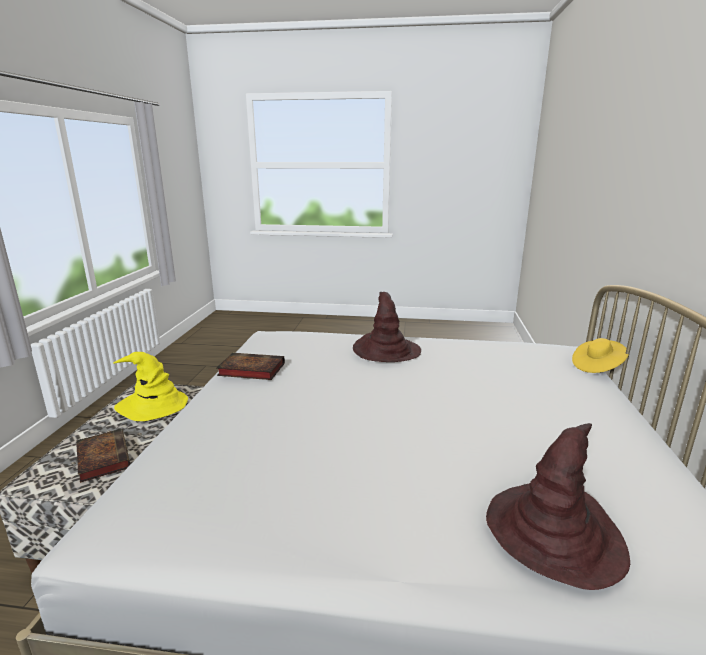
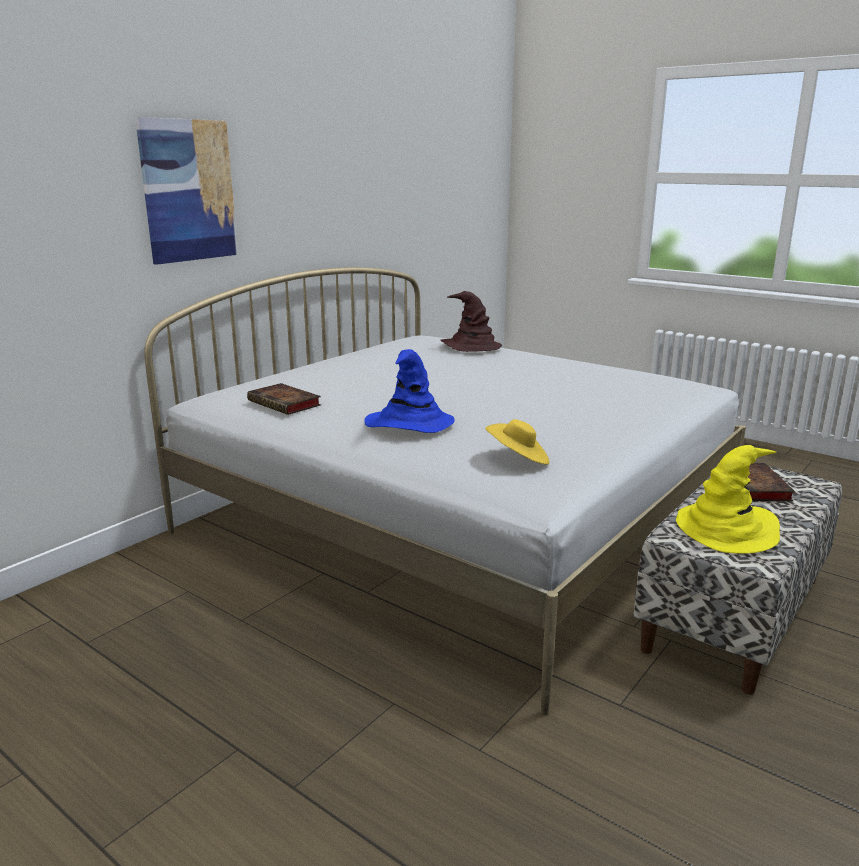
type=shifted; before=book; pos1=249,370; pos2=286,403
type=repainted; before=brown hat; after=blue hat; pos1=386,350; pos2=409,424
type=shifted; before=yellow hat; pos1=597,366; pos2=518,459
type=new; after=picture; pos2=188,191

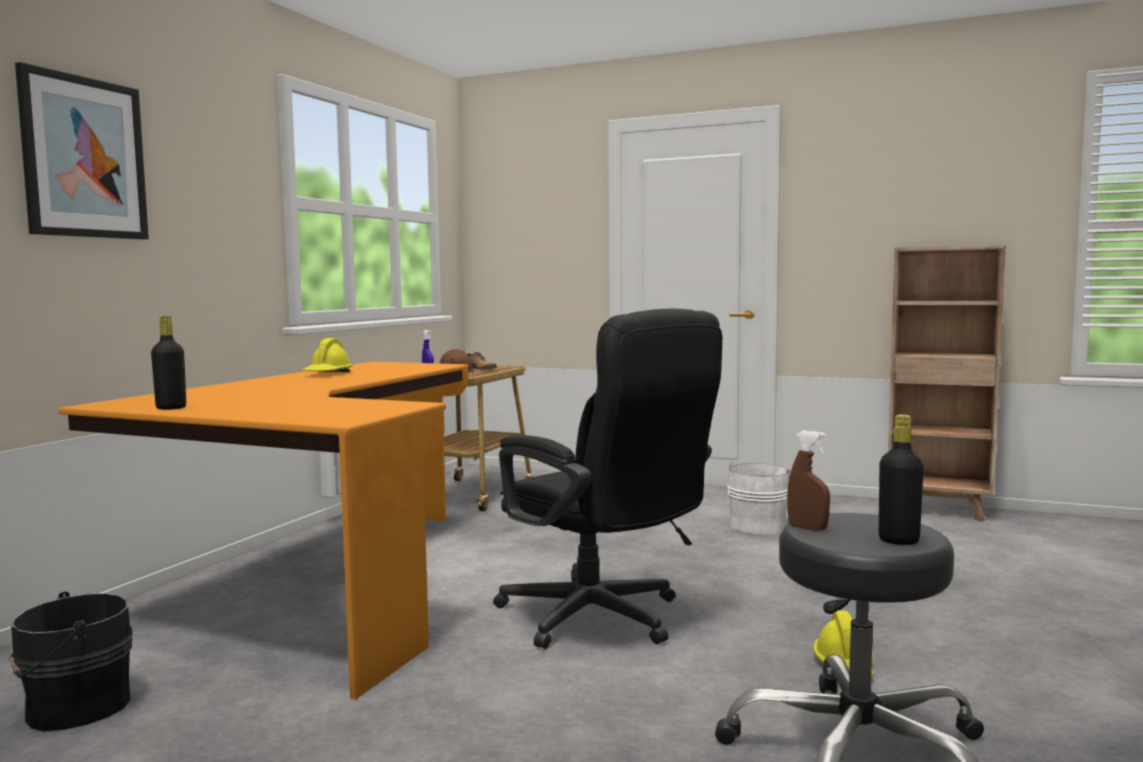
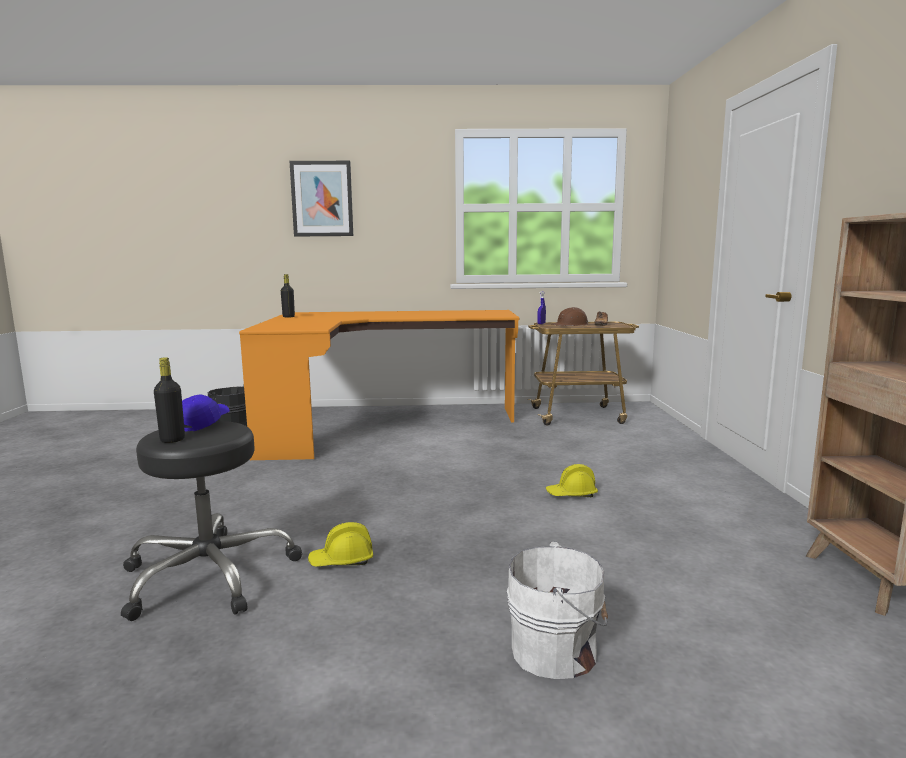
type=shifted; before=yellow hard hat; pos1=328,374; pos2=571,494
type=gone; before=black office chair; pos1=603,620
type=shifted; before=white bucket; pos1=759,525; pos2=558,651
type=swapped; before=brown spray bottle; after=blue cap; pos1=807,528; pos2=203,423

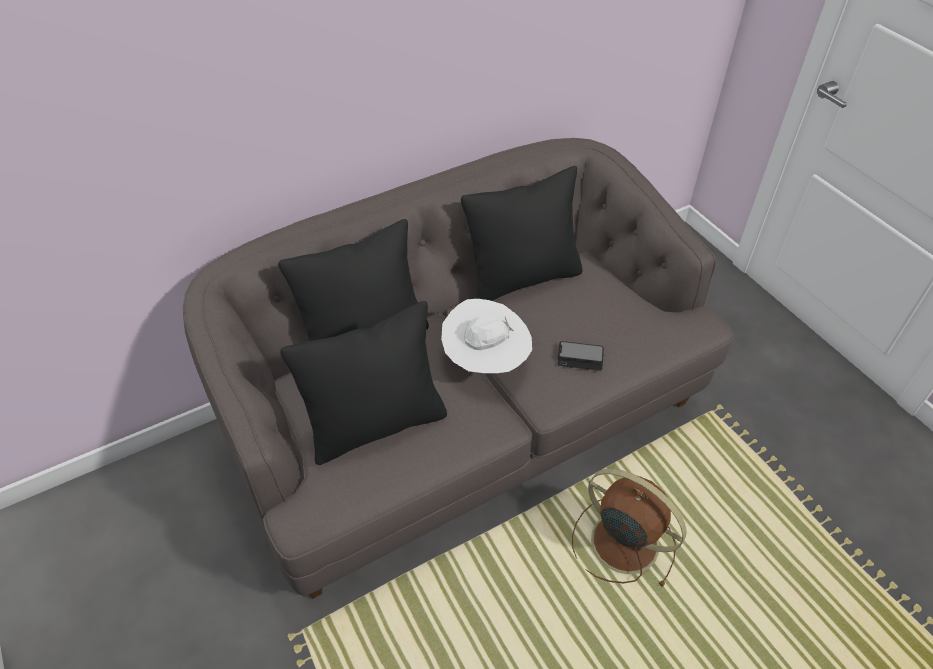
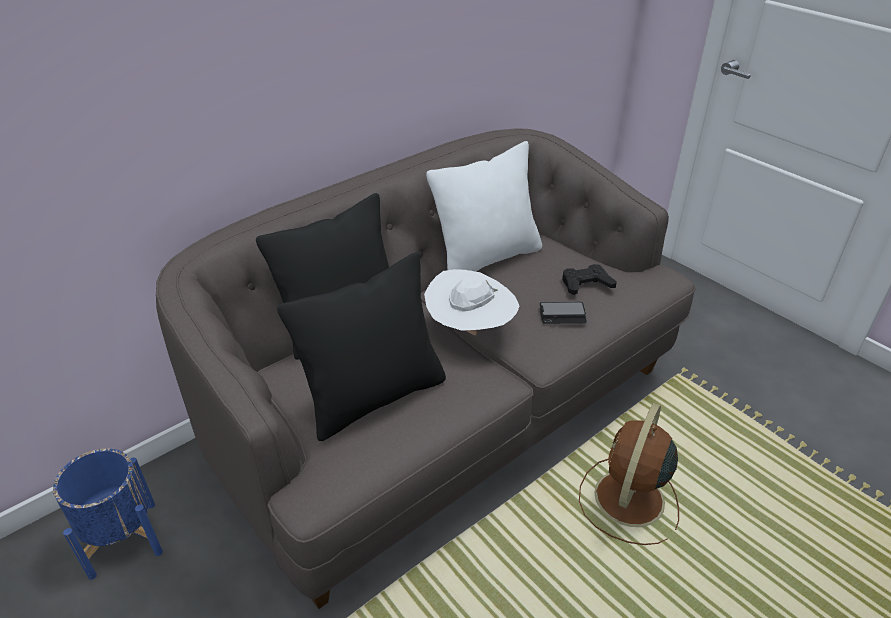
type=repainted; before=black pillow; after=white pillow; pos1=523,278; pos2=487,258
type=rotated; before=brown fan; pos1=621,540; pos2=628,500; turn=-90
type=new; after=blue planter; pos2=123,539
type=new; after=black game controller; pos2=586,284

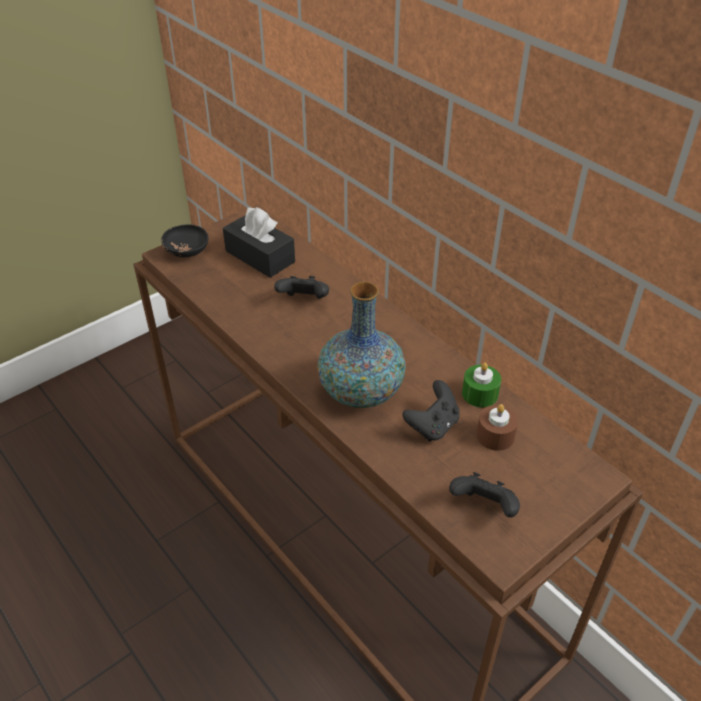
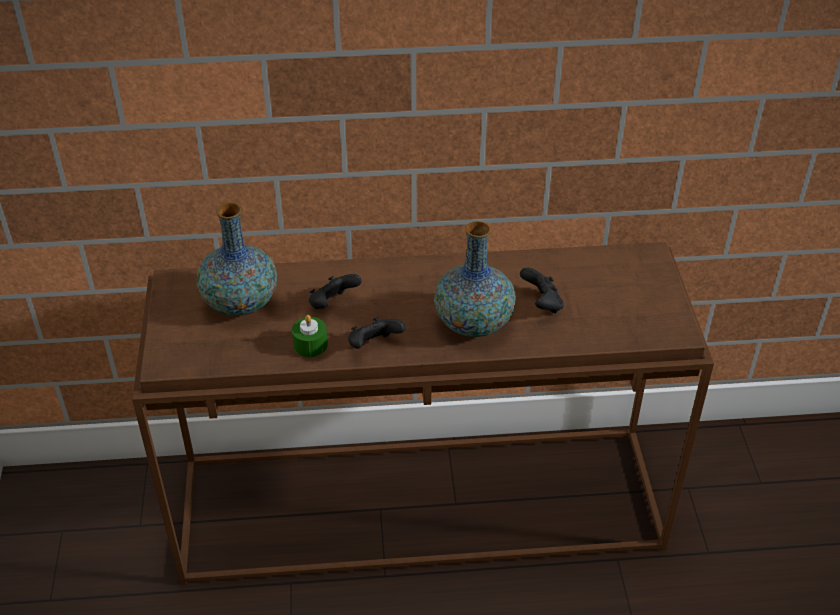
type=gone; before=black bowl; pos1=187,251
type=swapped; before=black tissue box; after=vase; pos1=260,256; pos2=240,303
type=shifted; before=black game controller; pos1=484,507; pos2=373,346
type=shifted; before=green candle; pos1=480,394; pos2=310,345
type=gone; before=brown candle; pos1=495,435

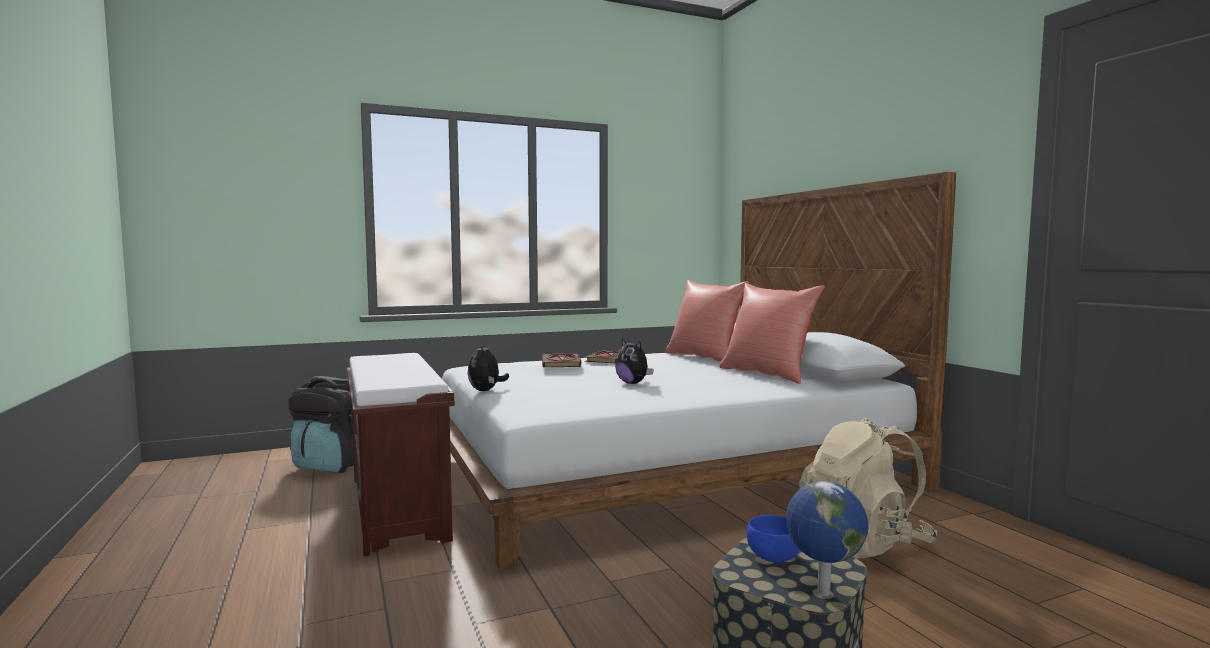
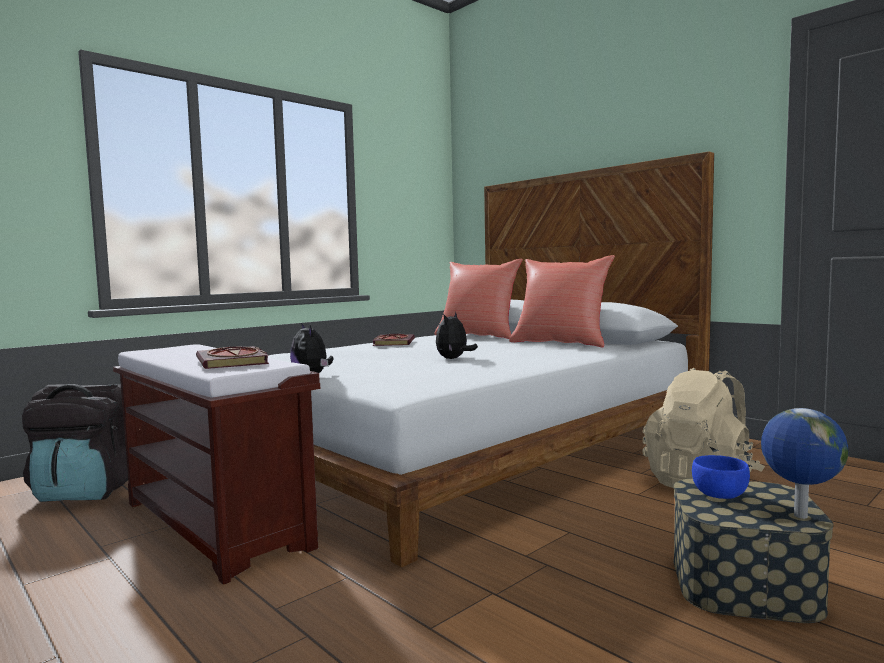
type=shifted; before=book; pos1=562,363; pos2=234,362
type=rotated; before=plush toy; pos1=633,383; pos2=453,359; turn=90

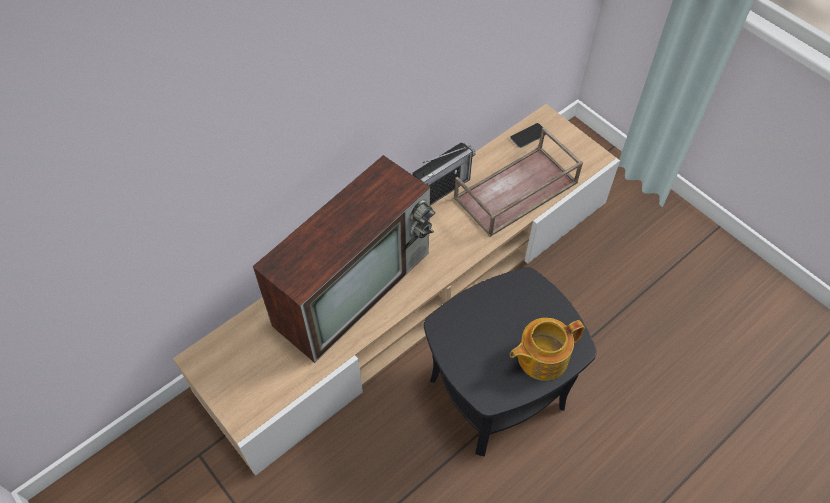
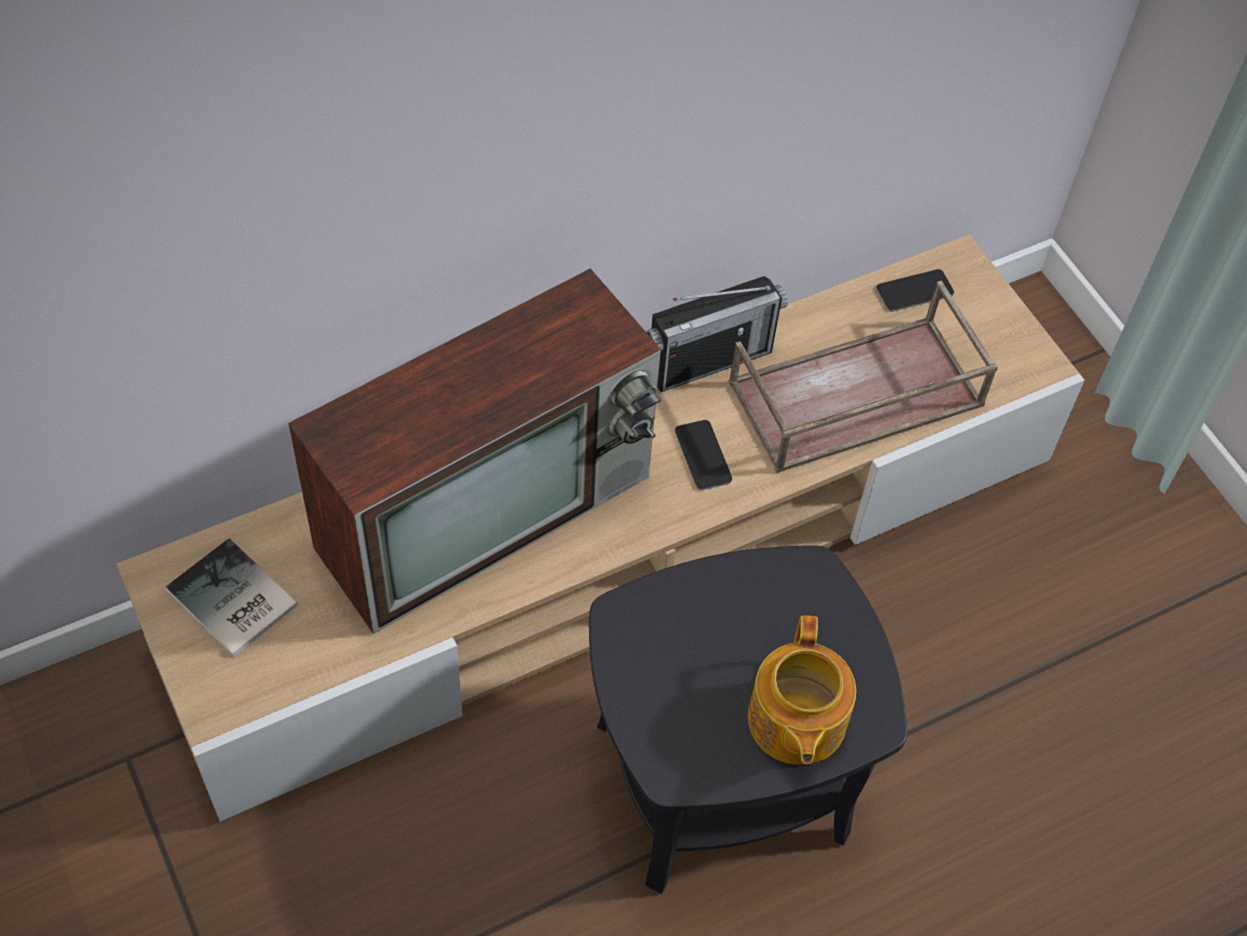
type=rotated; before=teapot; pos1=541,357; pos2=795,722; turn=-75
type=new; after=book; pos2=231,602
type=new; after=phone; pos2=703,455

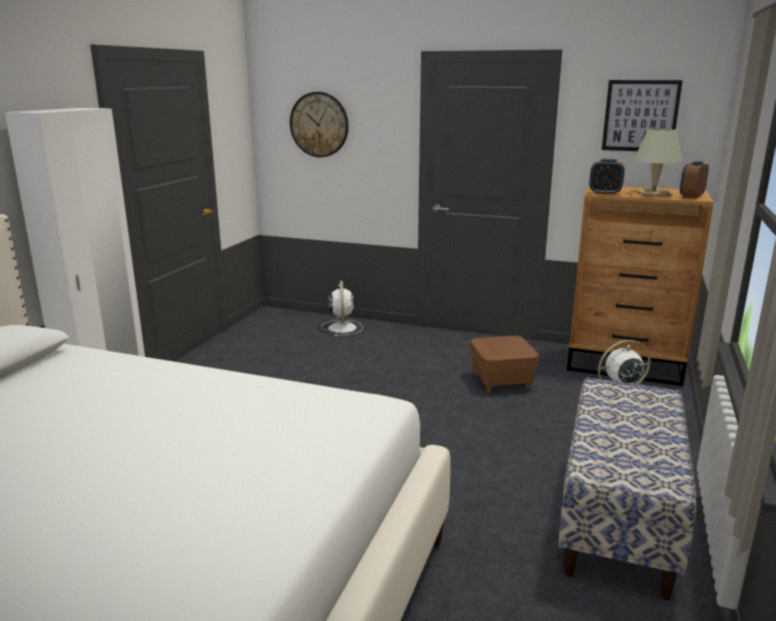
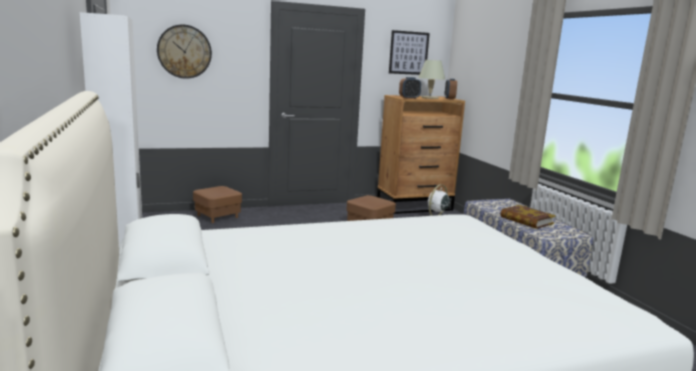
type=swapped; before=white fan; after=brown ottoman; pos1=342,327; pos2=217,216
type=new; after=book; pos2=526,220

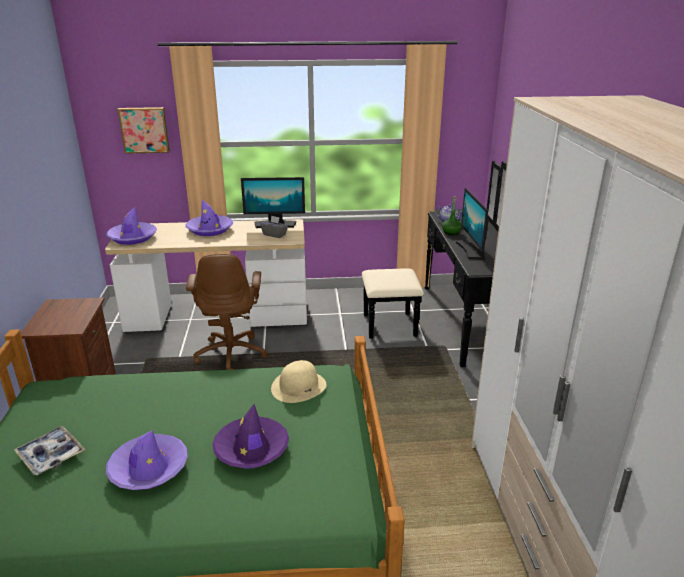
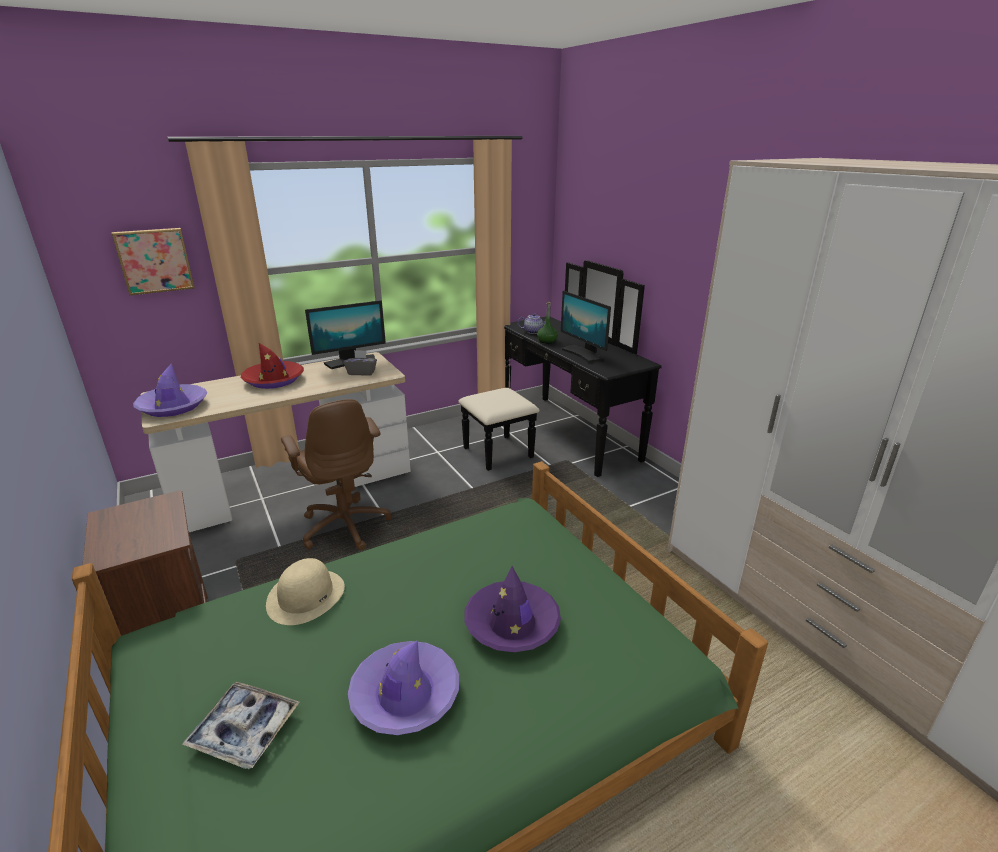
type=repainted; before=purple hat; after=red hat; pos1=210,230; pos2=274,380
type=shifted; before=beige hat; pos1=299,386; pos2=306,595

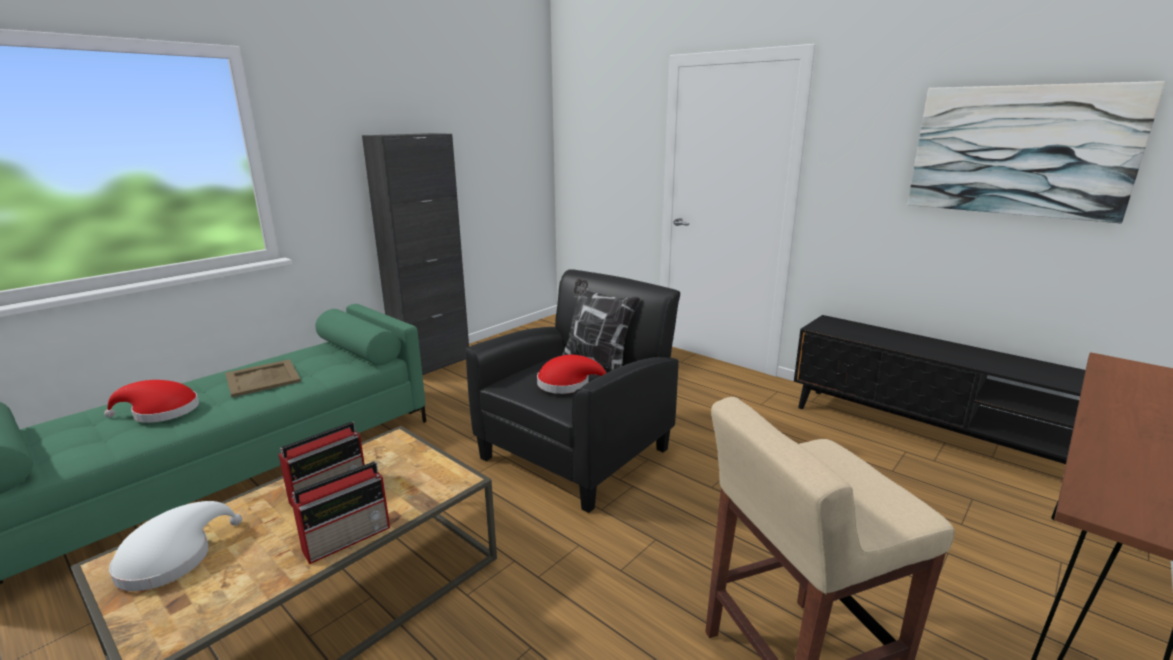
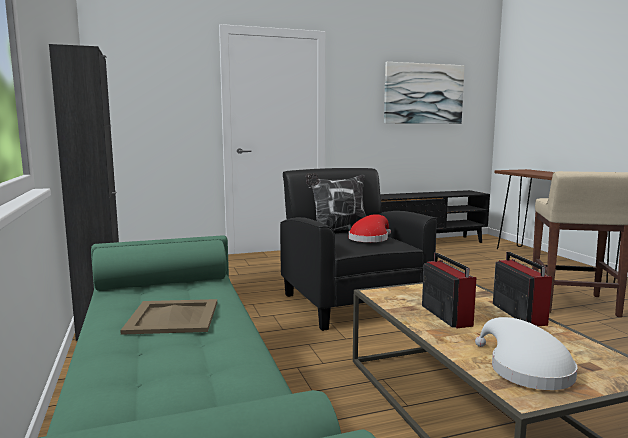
type=gone; before=red hat; pos1=161,412

